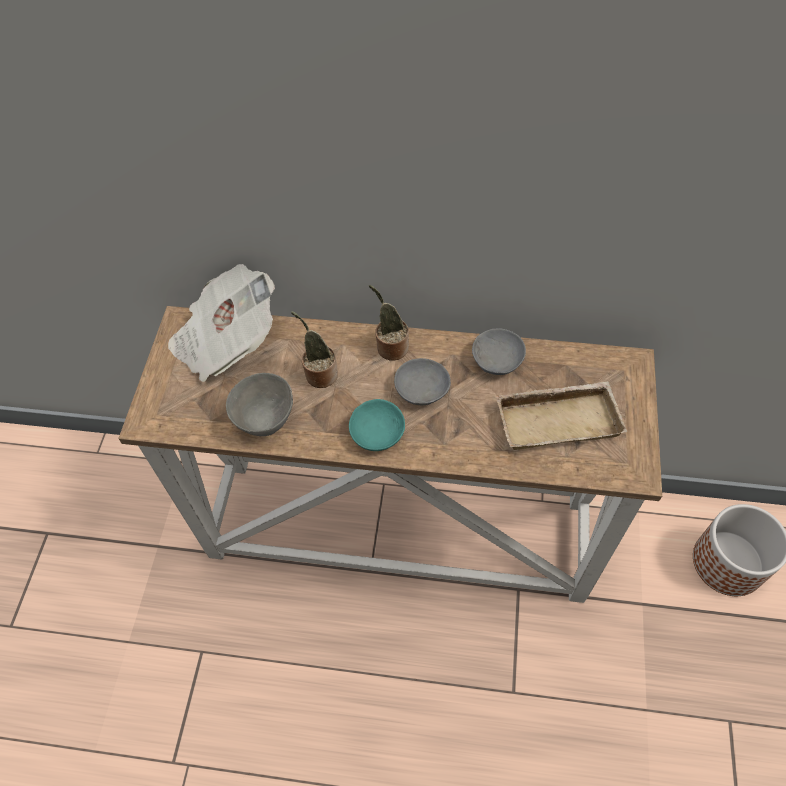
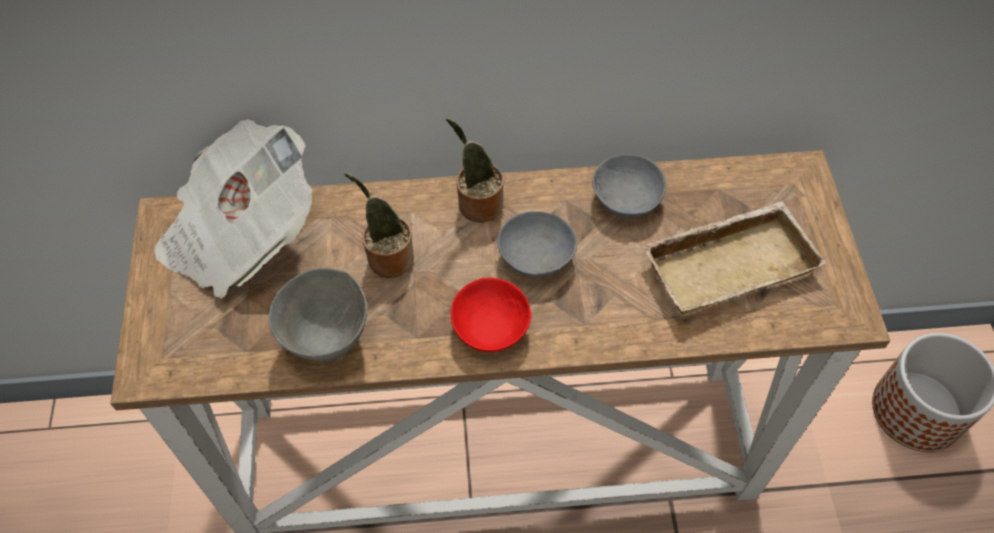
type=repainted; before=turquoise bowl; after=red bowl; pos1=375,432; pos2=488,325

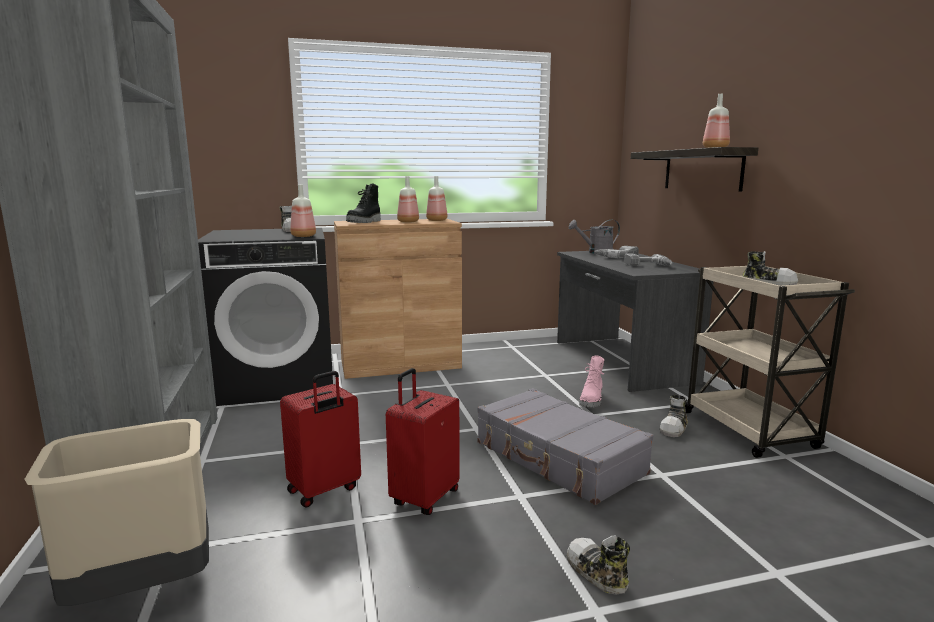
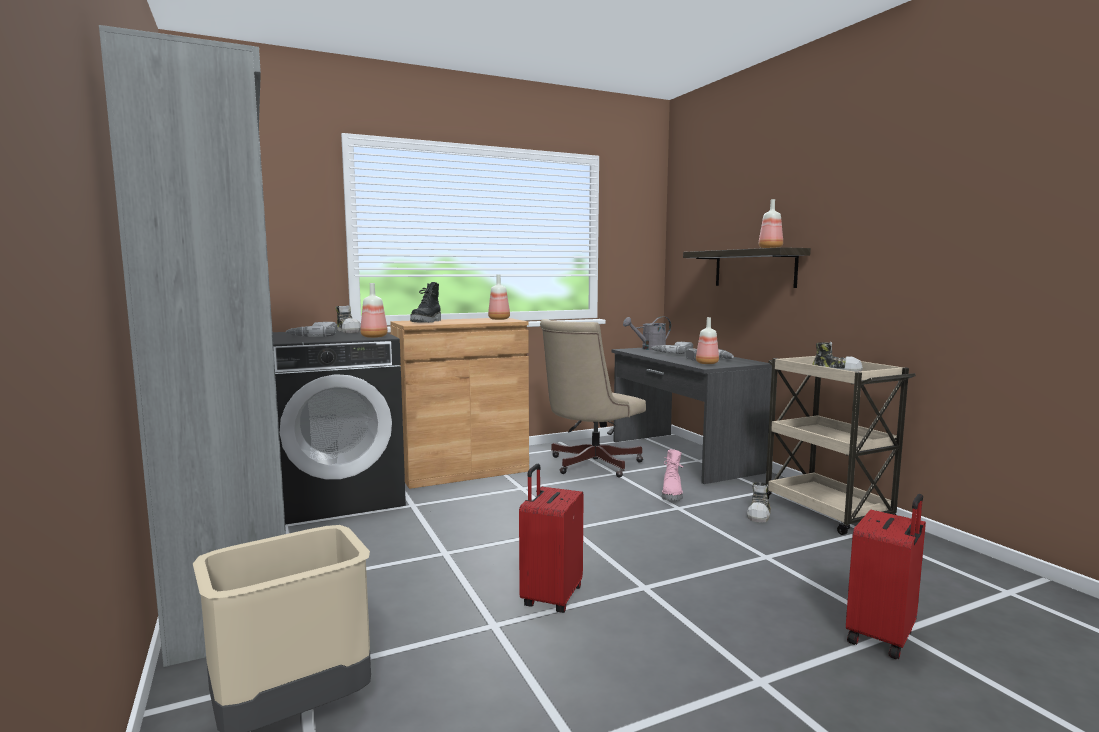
type=shifted; before=red suitcase; pos1=324,490; pos2=883,637
type=shifted; before=bottle; pos1=408,222; pos2=707,363
type=gone; before=grey suitcase; pos1=558,458
type=gone; before=shoe; pos1=596,573
type=new; after=power drill; pos2=313,336
type=new; after=beige office chair; pos2=589,465

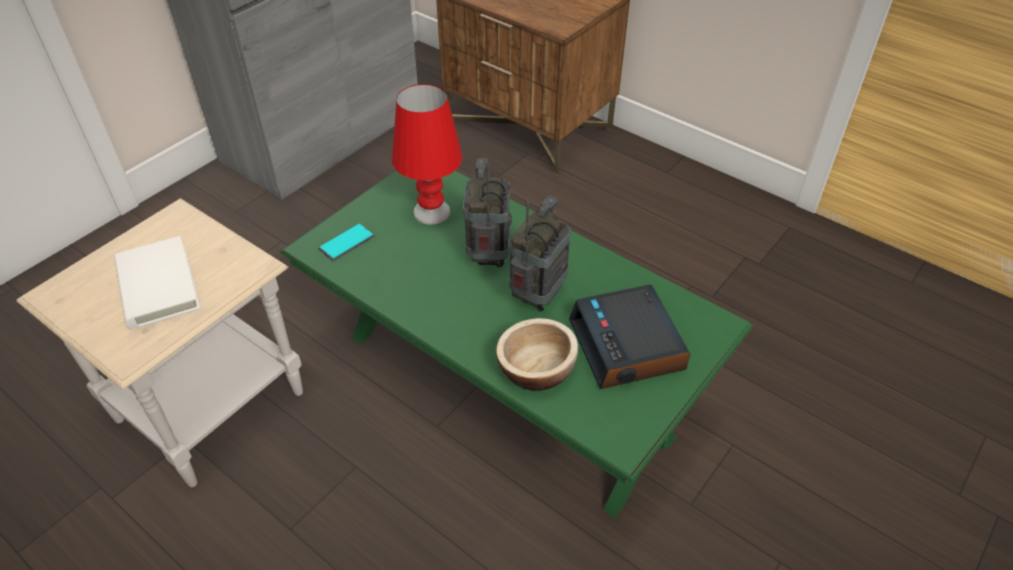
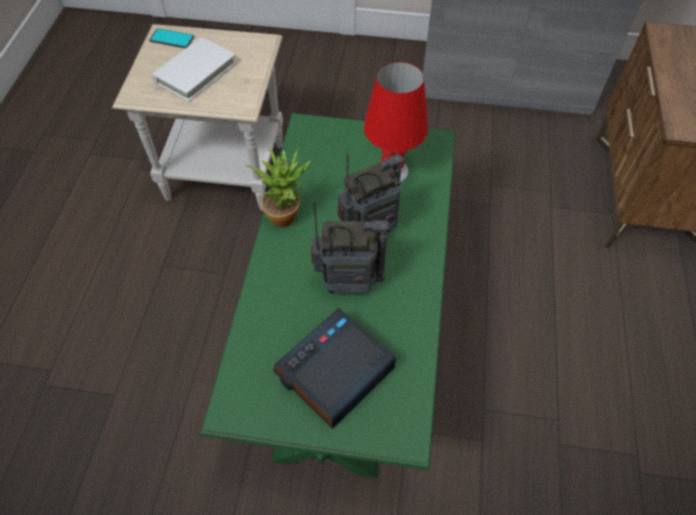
type=shifted; before=phone; pos1=346,242; pos2=172,39
type=gone; before=bowl; pos1=536,370
type=new; after=potted plant; pos2=286,213

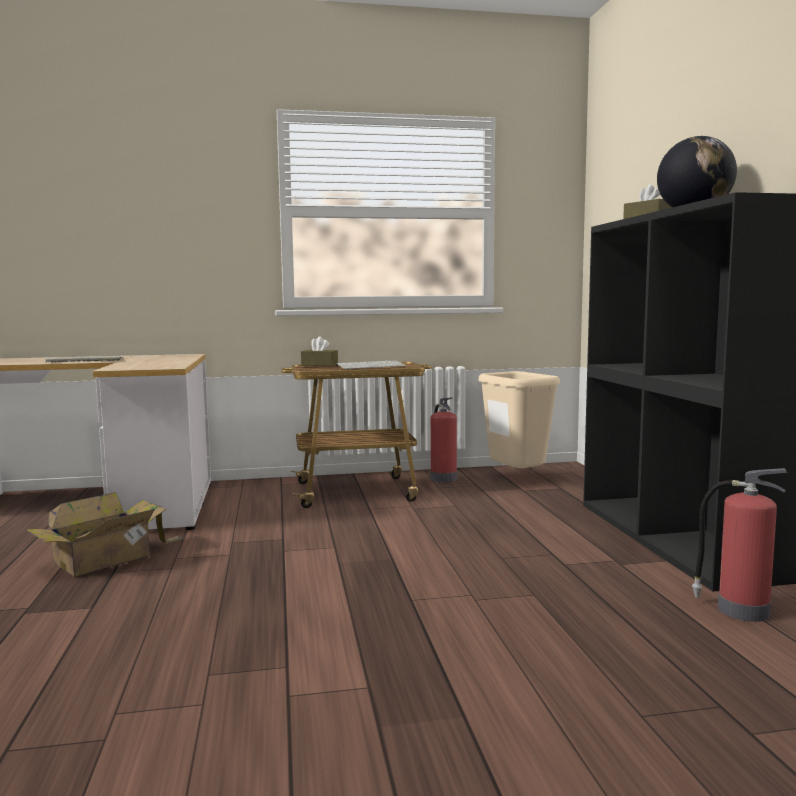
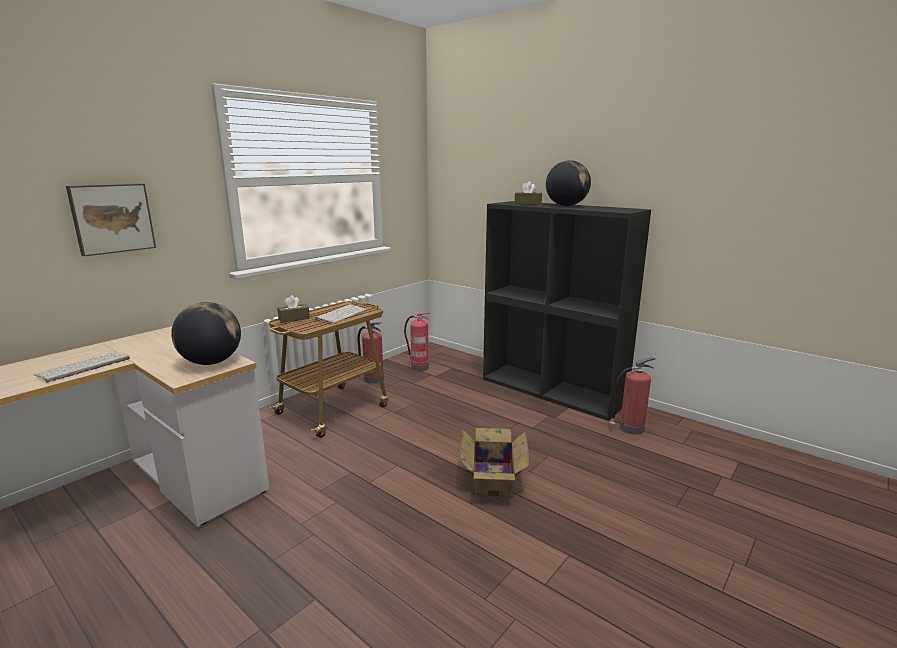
type=shifted; before=cardboard box; pos1=107,558; pos2=493,476
type=swapped; before=beige trash can; after=fire extinguisher; pos1=516,479; pos2=418,367
type=new; after=picture; pos2=112,218
type=new; after=globe; pos2=211,362

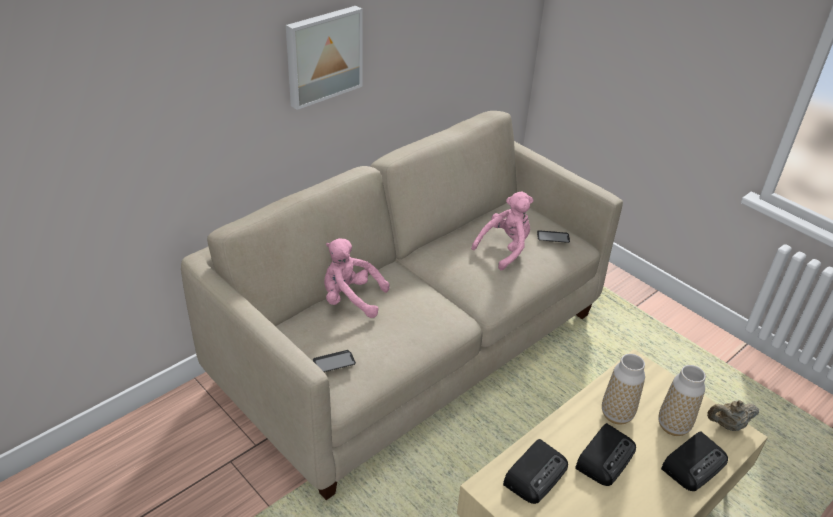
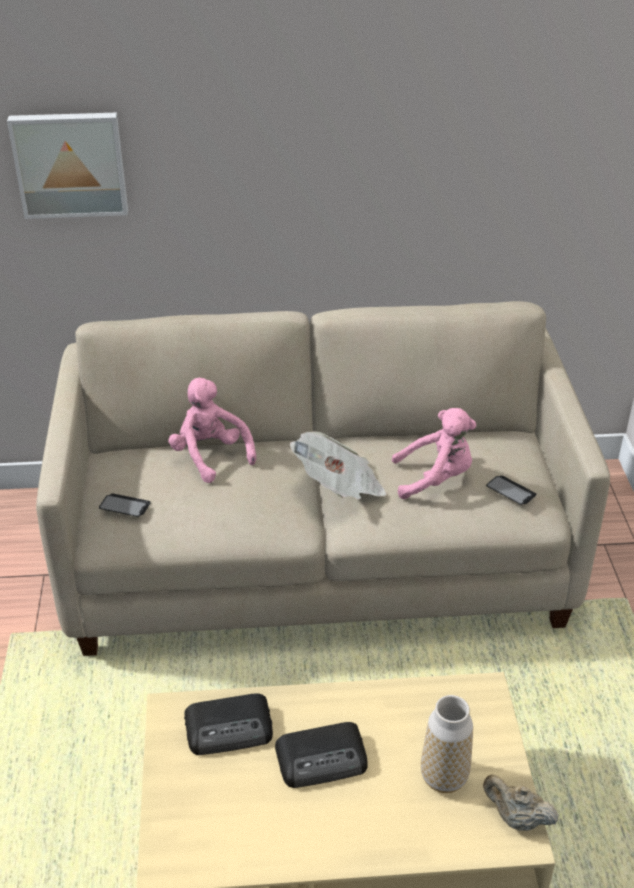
type=shifted; before=picture; pos1=323,55; pos2=70,164
type=gone; before=vase; pos1=616,415
type=gone; before=radio; pos1=694,464
type=new; after=newspaper; pos2=339,486

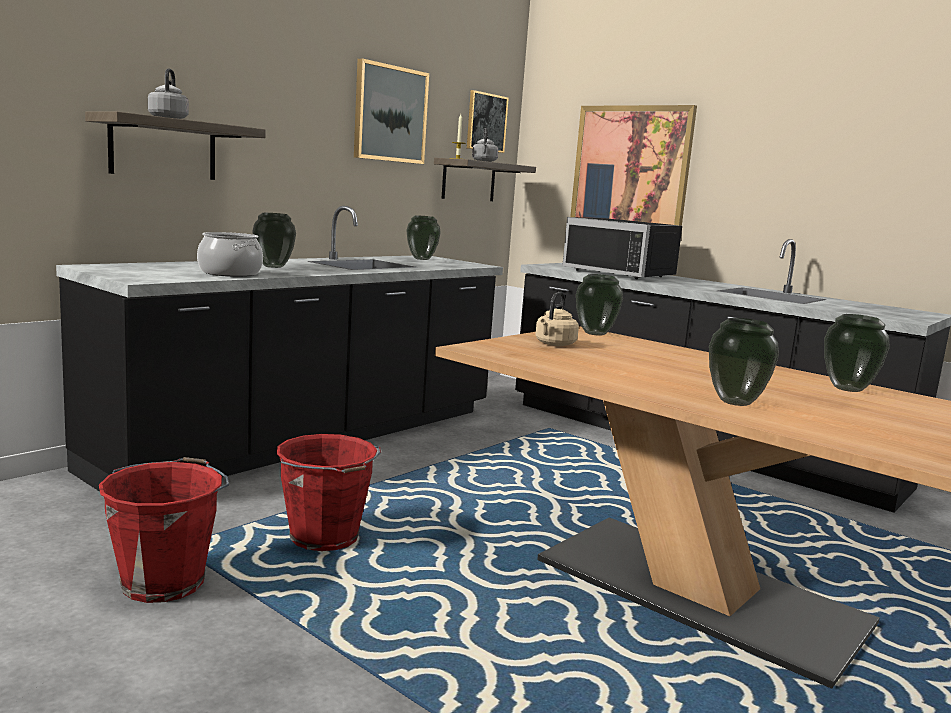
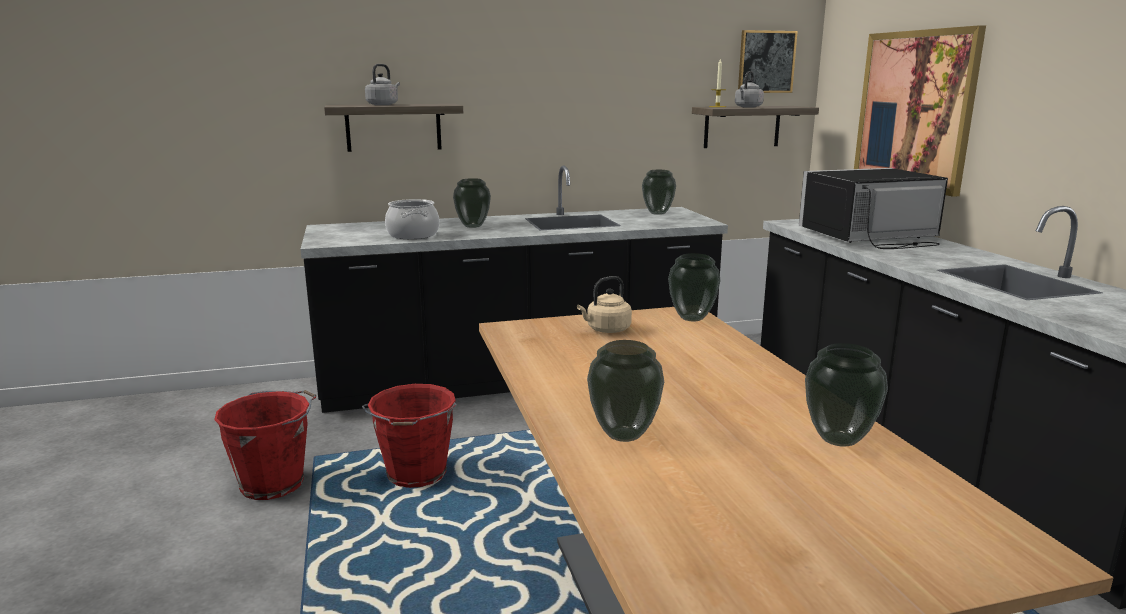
type=gone; before=picture; pos1=390,114
type=rotated; before=black microwave; pos1=623,273; pos2=871,236; turn=90

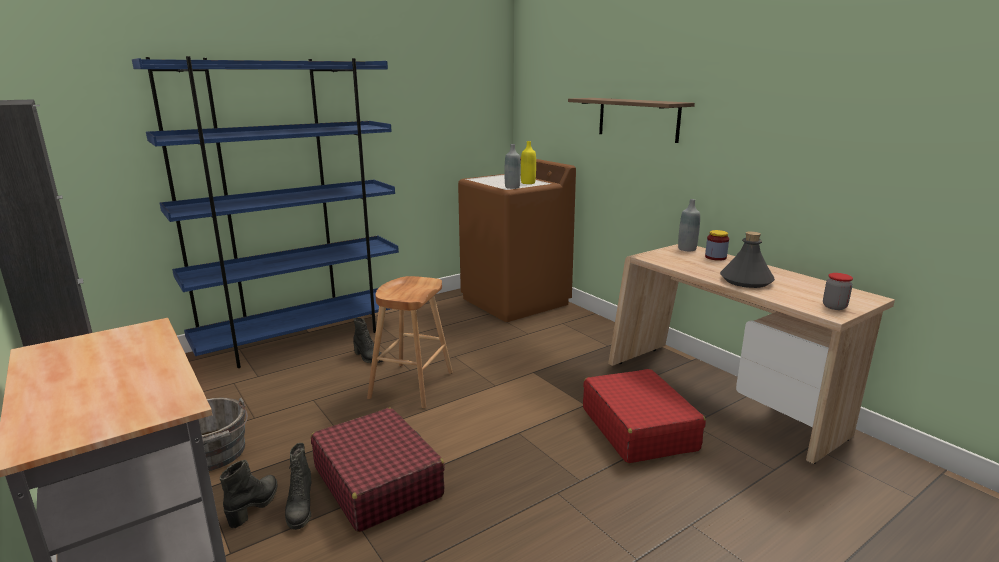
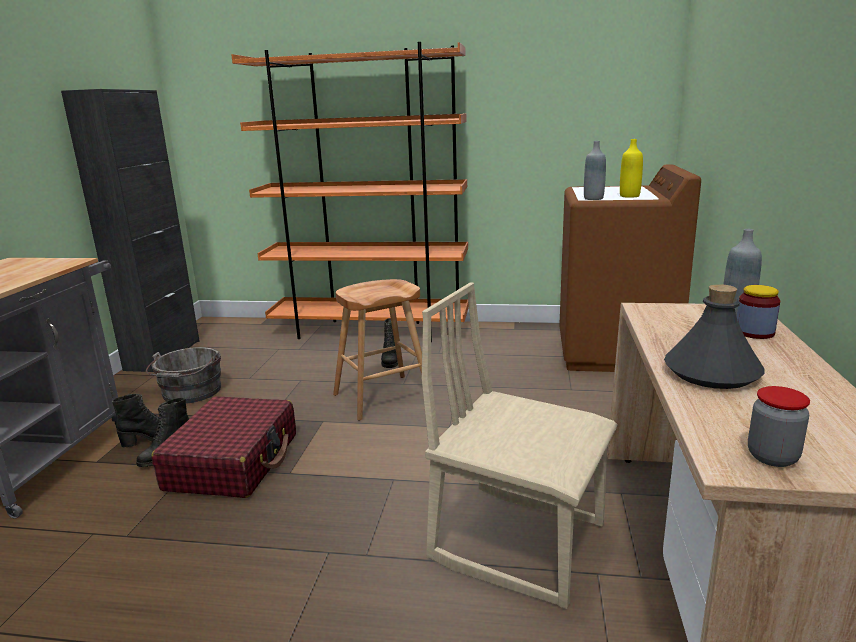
type=repainted; before=blue bookcase; after=orange bookcase; pos1=302,339; pos2=370,330
type=gone; before=shelf; pos1=638,119
type=swapped; before=red suitcase; after=beige chair; pos1=638,428; pos2=519,541

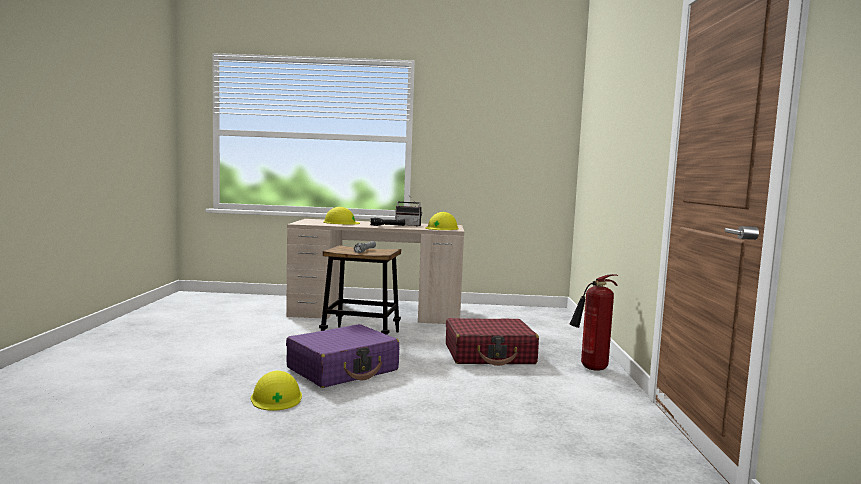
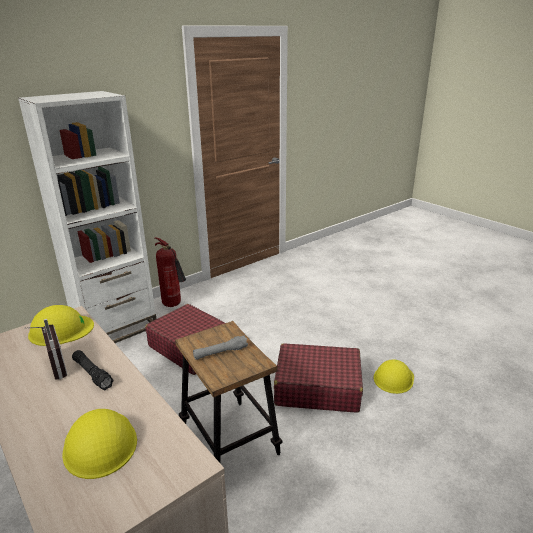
type=repainted; before=purple suitcase; after=red suitcase; pos1=343,369; pos2=317,387
type=new; after=white bookcase; pos2=115,328

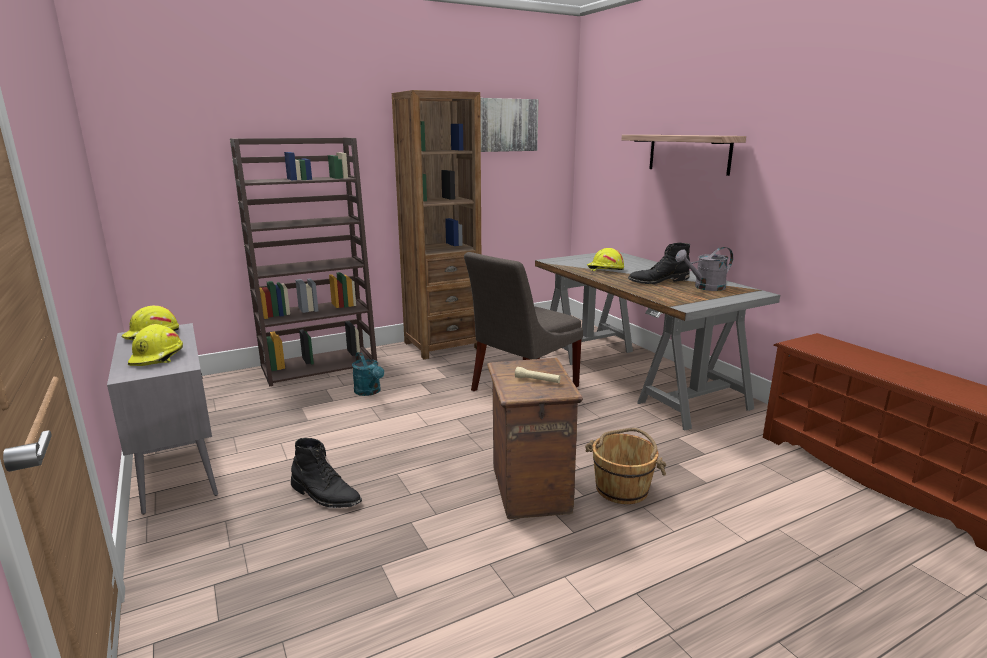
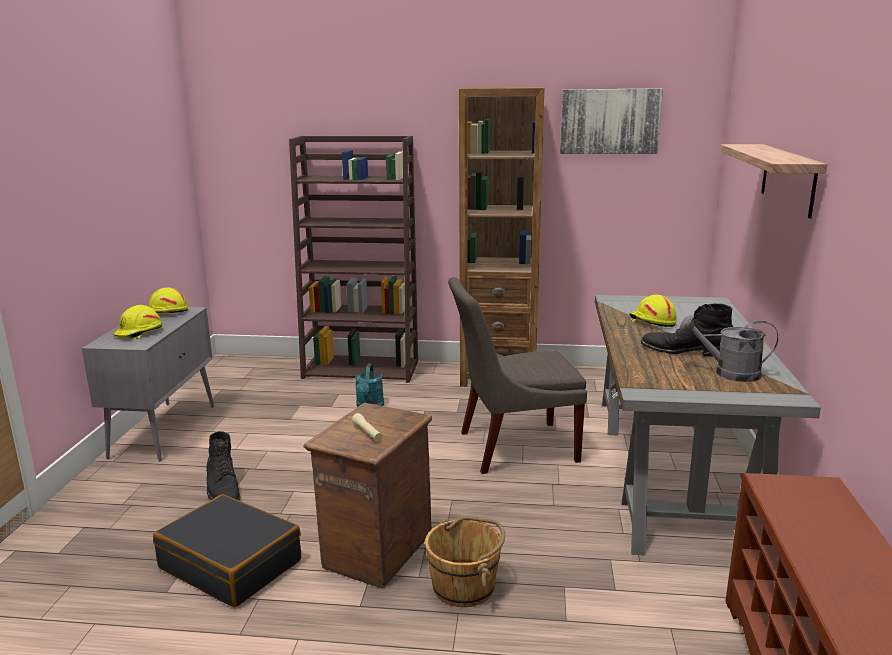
type=new; after=black suitcase; pos2=231,564

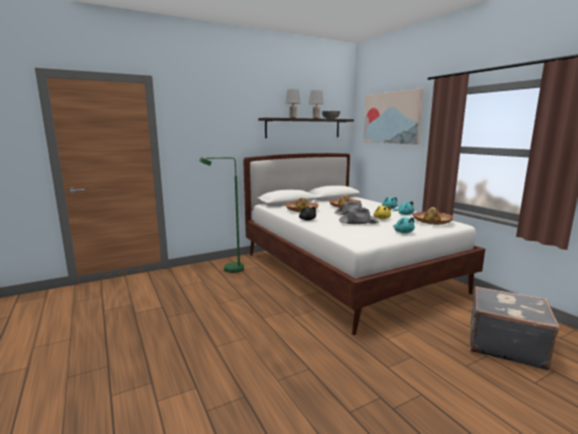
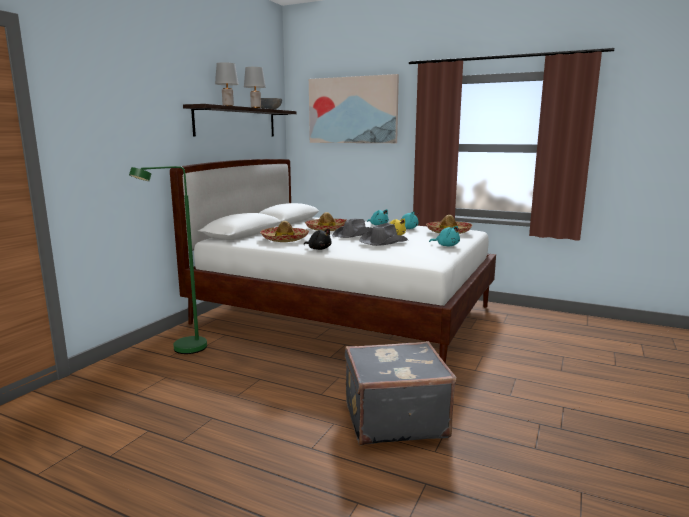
type=shifted; before=grey suitcase; pos1=504,344; pos2=393,418

